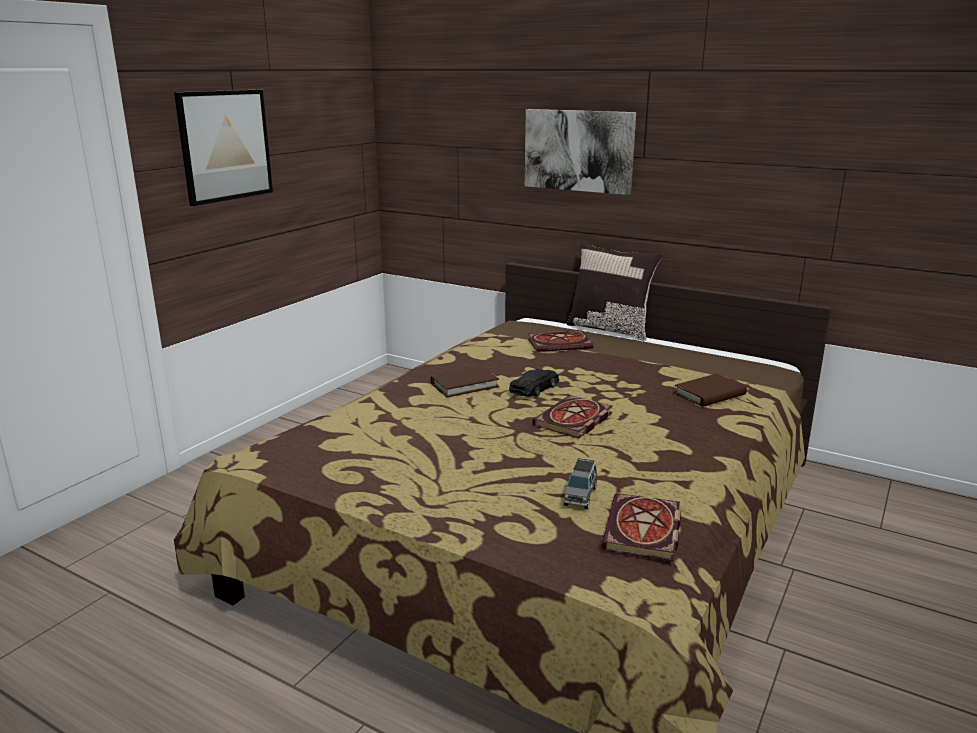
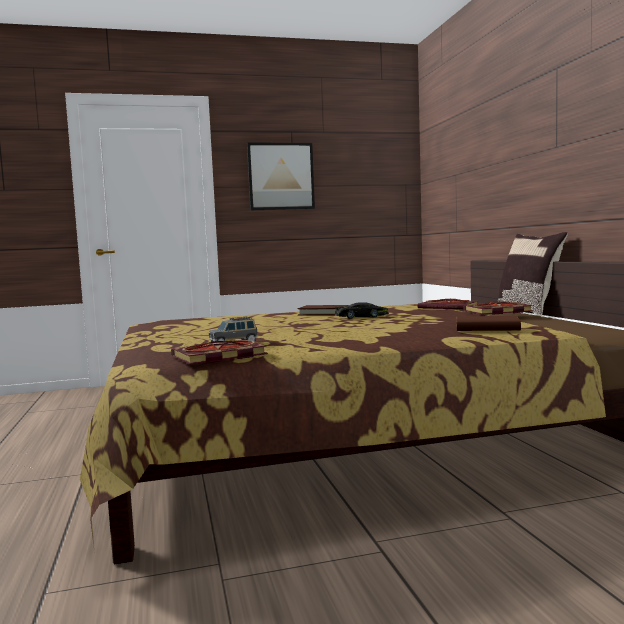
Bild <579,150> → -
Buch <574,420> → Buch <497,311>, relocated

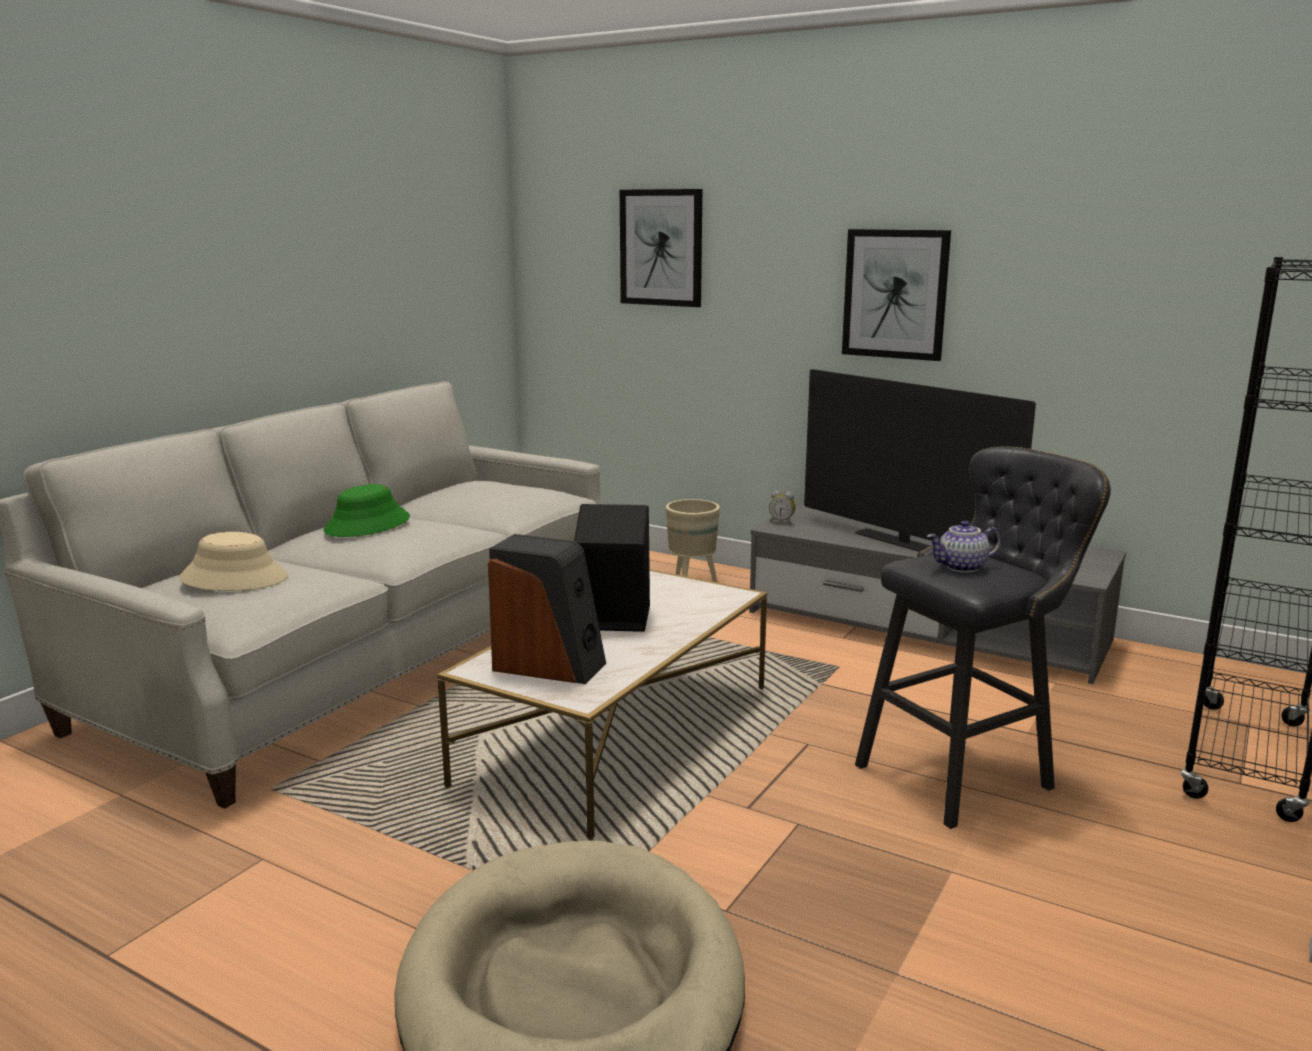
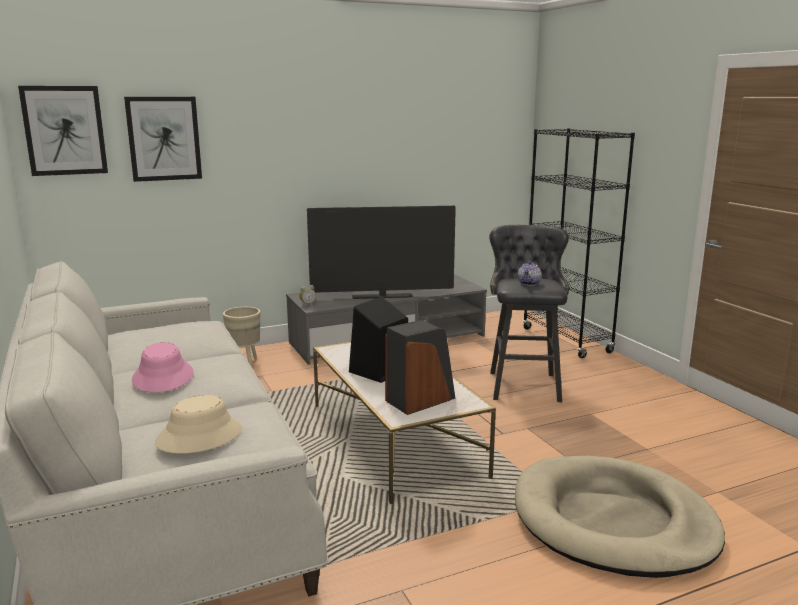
Bild <895,294> → Bild <64,130>, relocated
Hut (grün) <367,525> → Hut (rosa) <163,377>

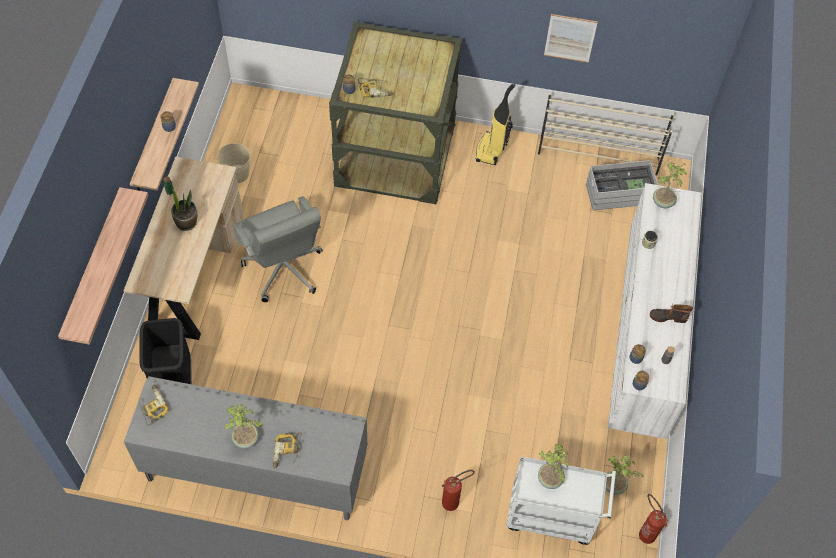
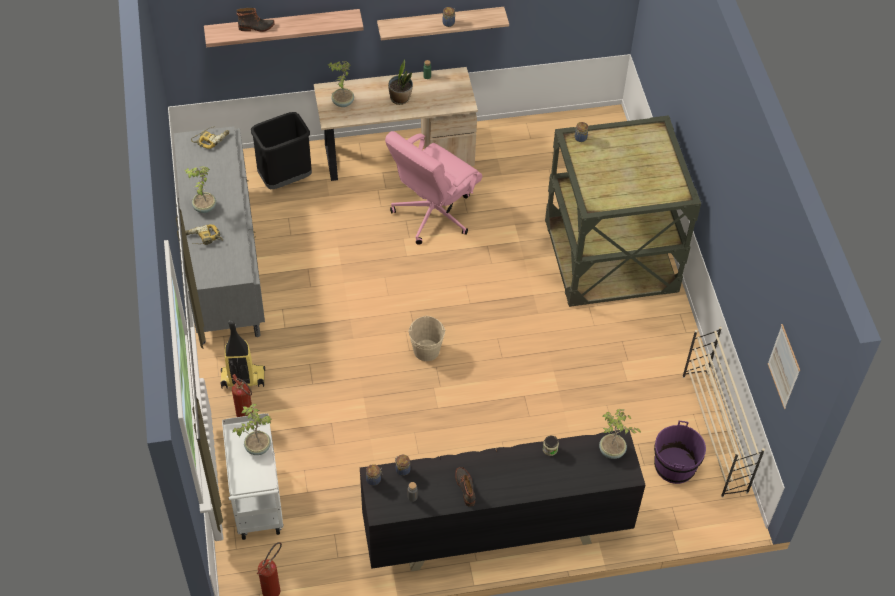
Bohrmaschine <375,90> → -
- → Stiefel <256,27>
Eimer (beige) <237,173> → Eimer (beige) <426,350>, relocated
Staubsauger <491,150> → Staubsauger <242,379>, relocated
Bild <570,38> → Bild <784,366>, relocated
Topfpflanze <614,486> → Topfpflanze <342,102>, relocated
Aufbewahrungsbox (grau) <619,194> → Eimer (lila) <674,466>
Bürostuhl (grau) <283,268> → Bürostuhl (rosa) <433,213>
Schrank (weiß) <643,340> → Schrank (schwarz) <495,534>

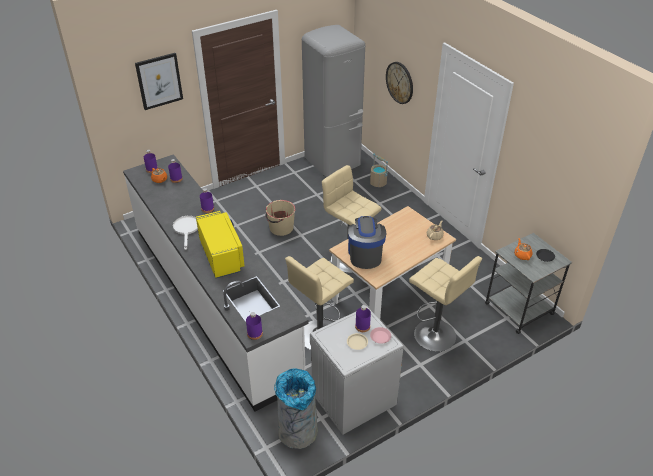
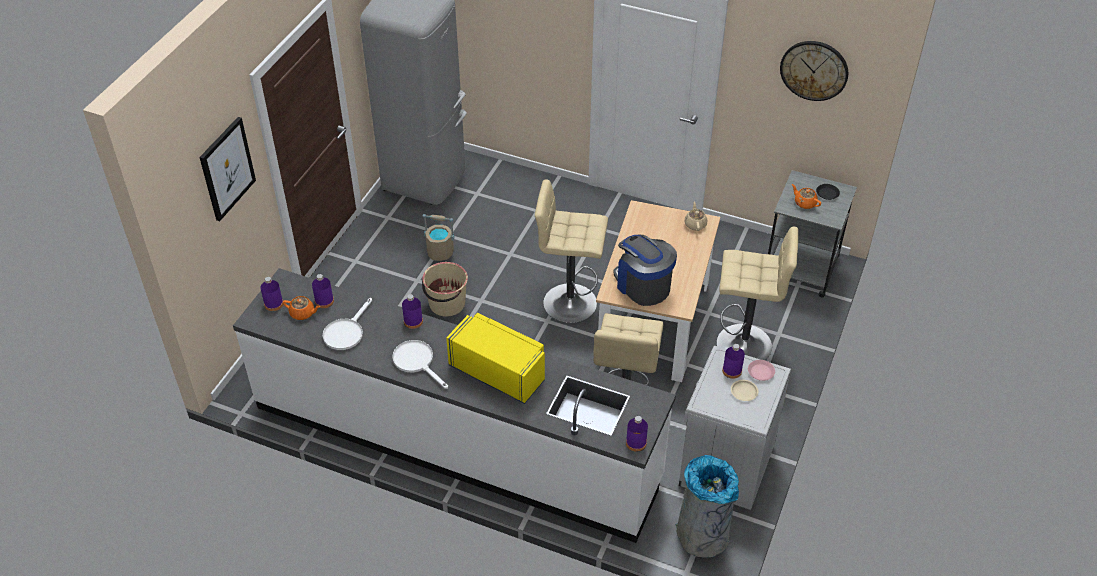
- → Pfanne (weiß) <346,332>
Eimer (beige) <378,182> → Eimer (beige) <440,252>, relocated
Wanduhr <400,82> → Wanduhr <814,70>, relocated

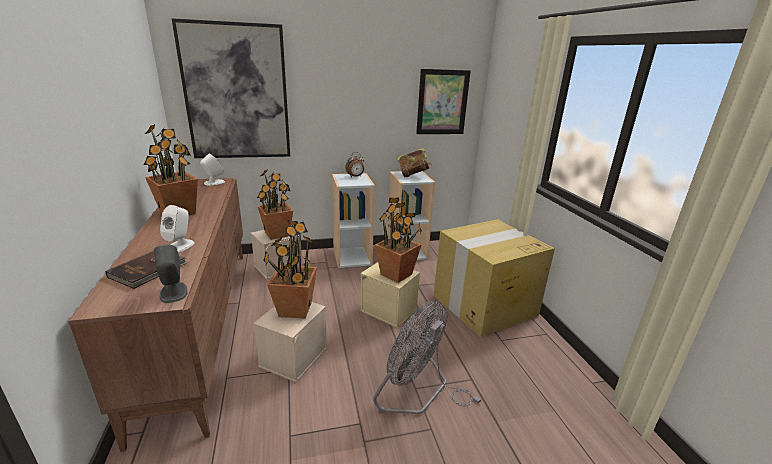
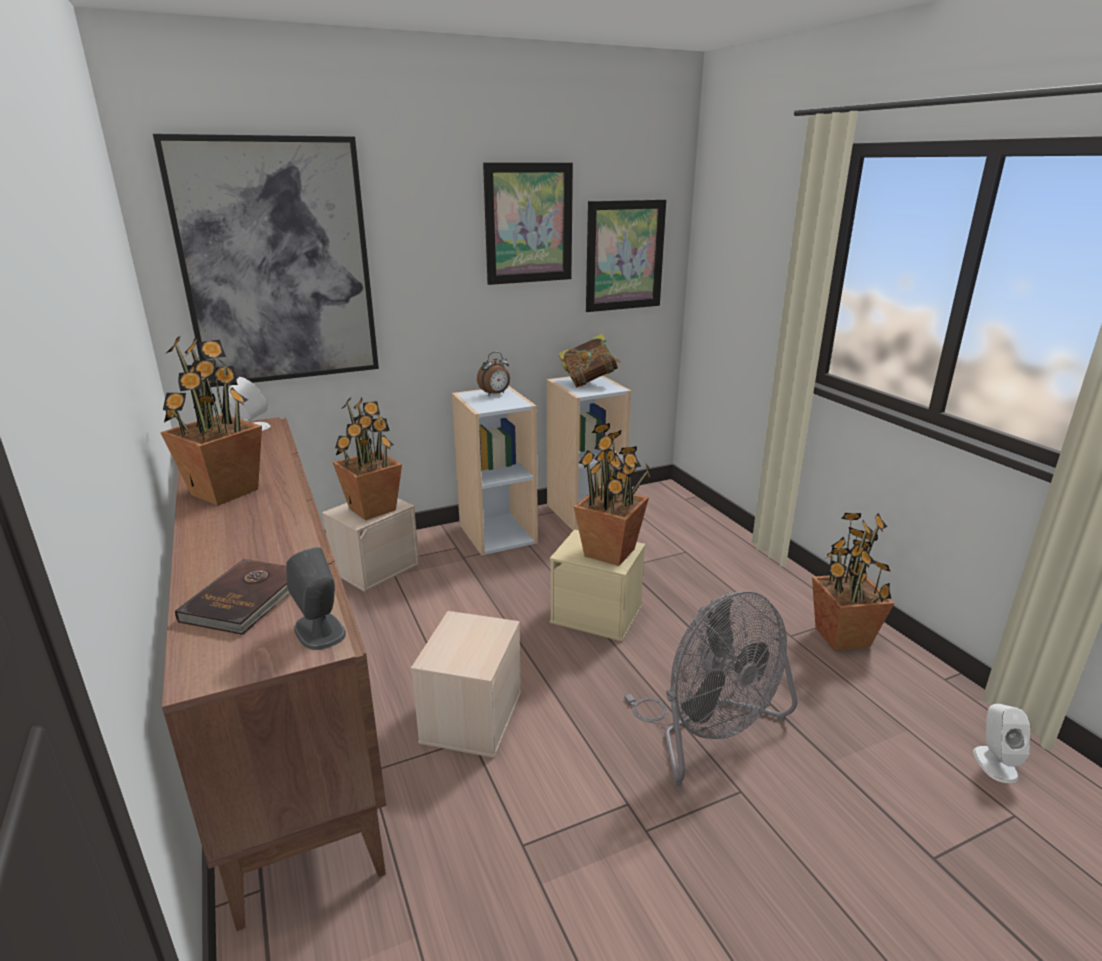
Karton <483,305> → -
- → Bild <529,223>
Lautsprecher (weiß) <180,246> → Lautsprecher (weiß) <994,763>, relocated
Topfpflanze <294,309> → Topfpflanze <841,637>, relocated
Ventilator (grau) <424,389> → Ventilator (grau) <705,733>, 150 degrees counterclockwise

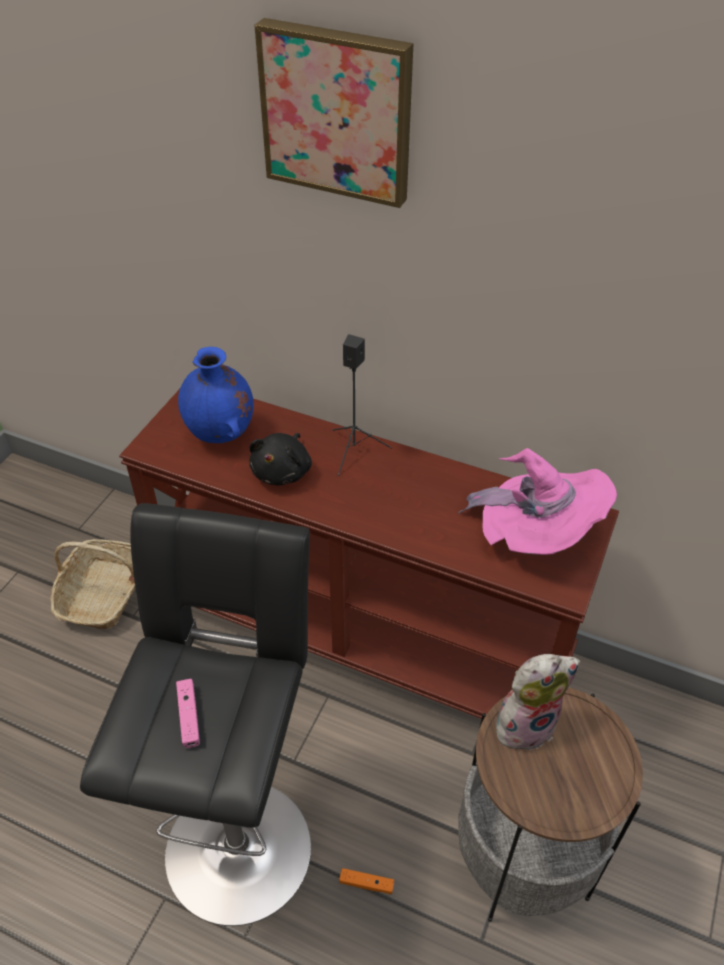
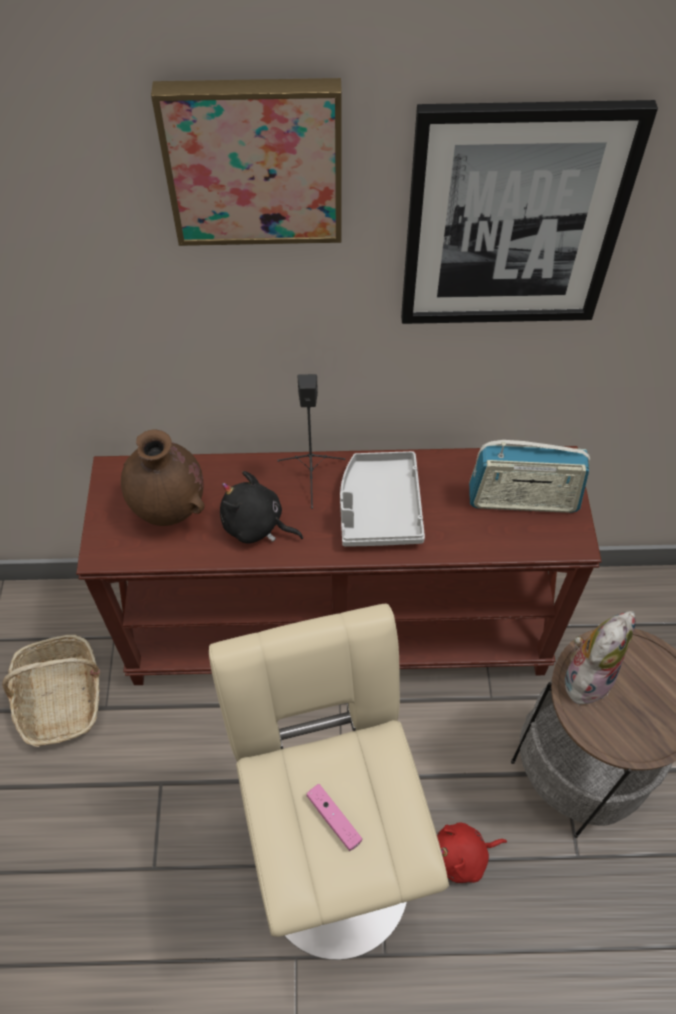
- → Tablett (grau) <379,508>
- → Bild <513,220>
Gamepad (orange) <366,883> → Plüschtier (rot) <462,856>
Hut (rosa) <536,536> → Radio <522,500>
Hocker (schwarz) <241,838> → Hocker (beige) <334,871>
Vase (blau) <221,435> → Vase (braun) <170,509>
Plüschtier (schwarz) <283,471> → Plüschtier (schwarz) <256,525>, 120 degrees clockwise

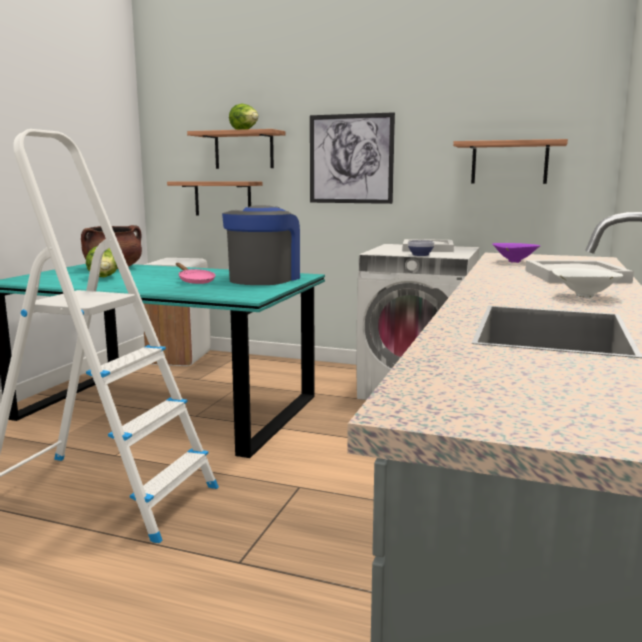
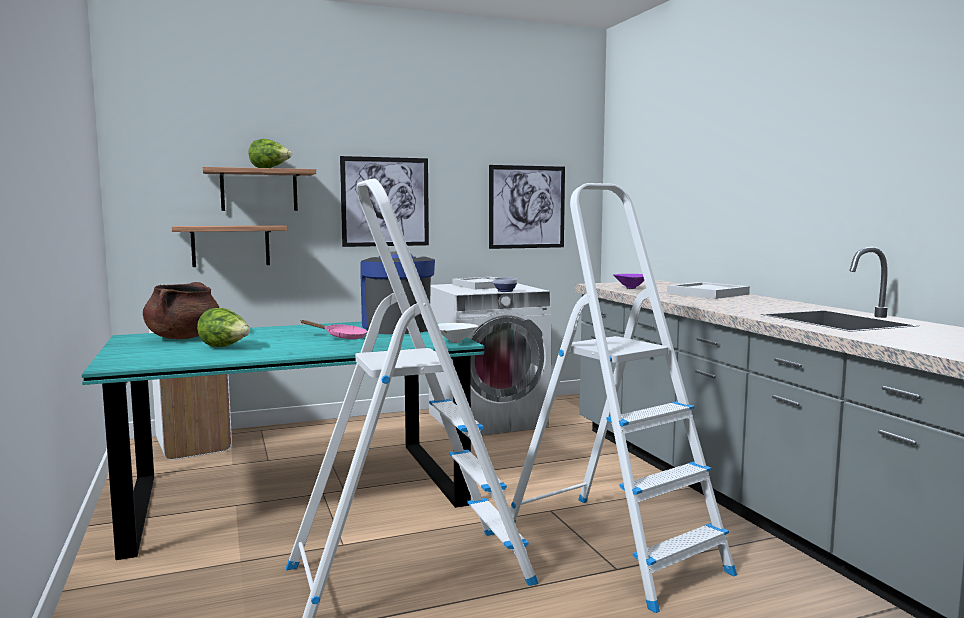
- → Trittleiter (weiß) <613,547>
Schüssel (weiß) <583,296> → Schüssel (weiß) <454,342>, relocated
Wandregal <509,162> → Bild <527,207>

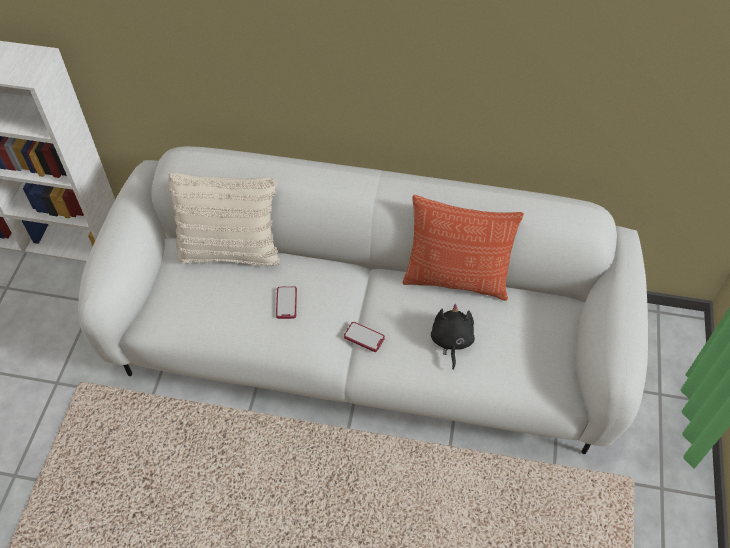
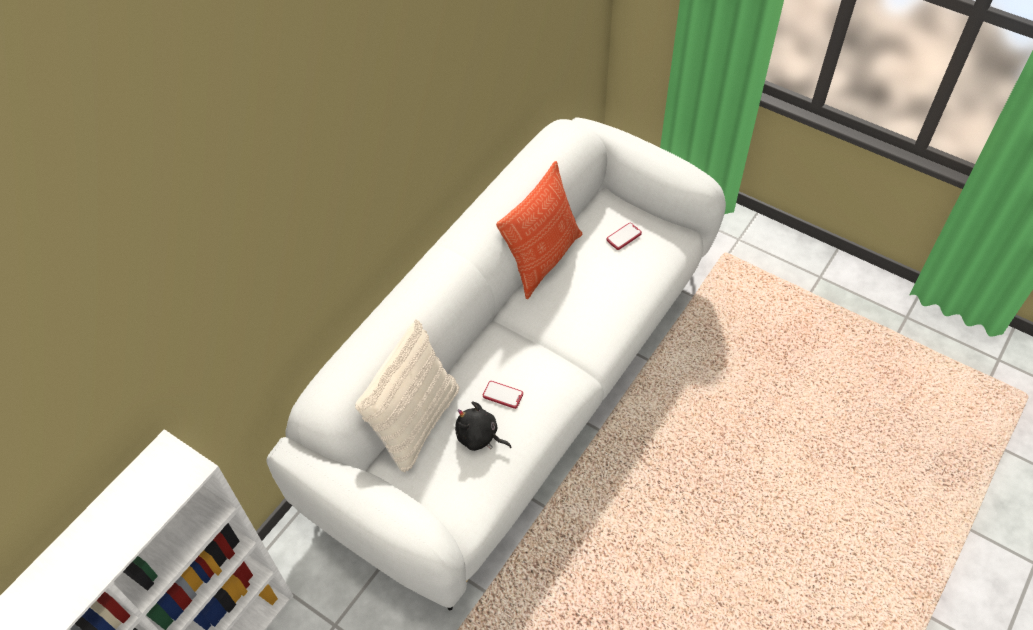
Handy <364,337> → Handy <624,237>, relocated
Plüschtier (schwarz) <451,341> → Plüschtier (schwarz) <479,437>, relocated

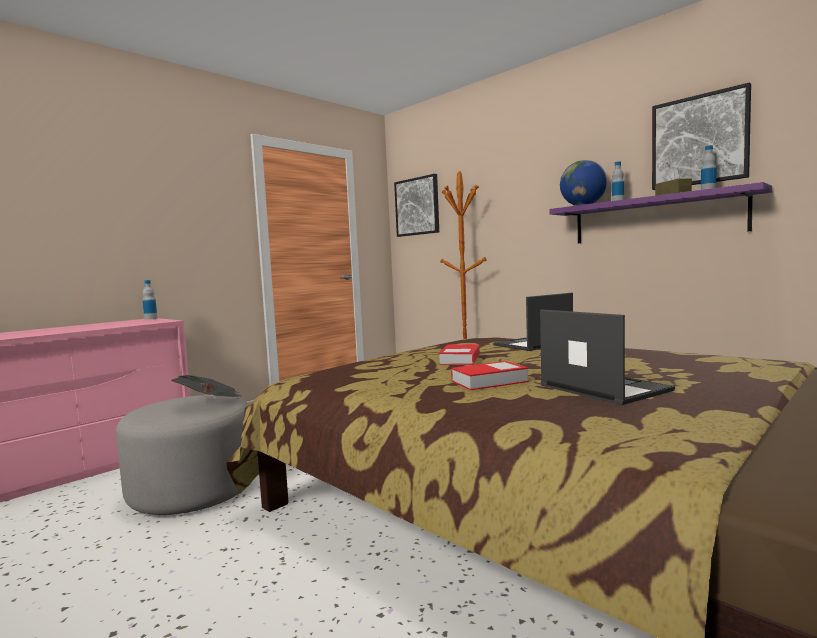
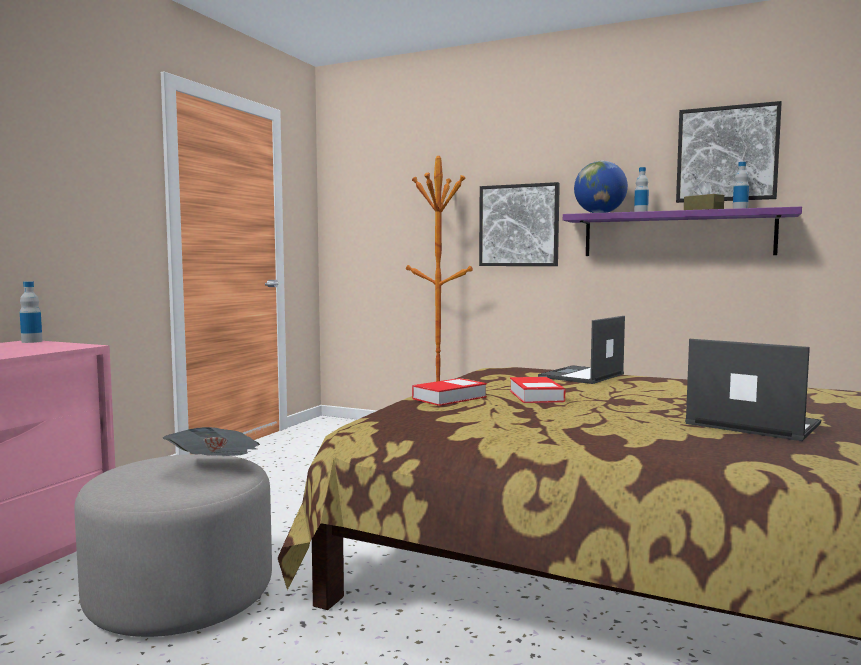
Bild <417,206> → Bild <519,225>, relocated
Buch <489,381> → Buch <449,398>, relocated

